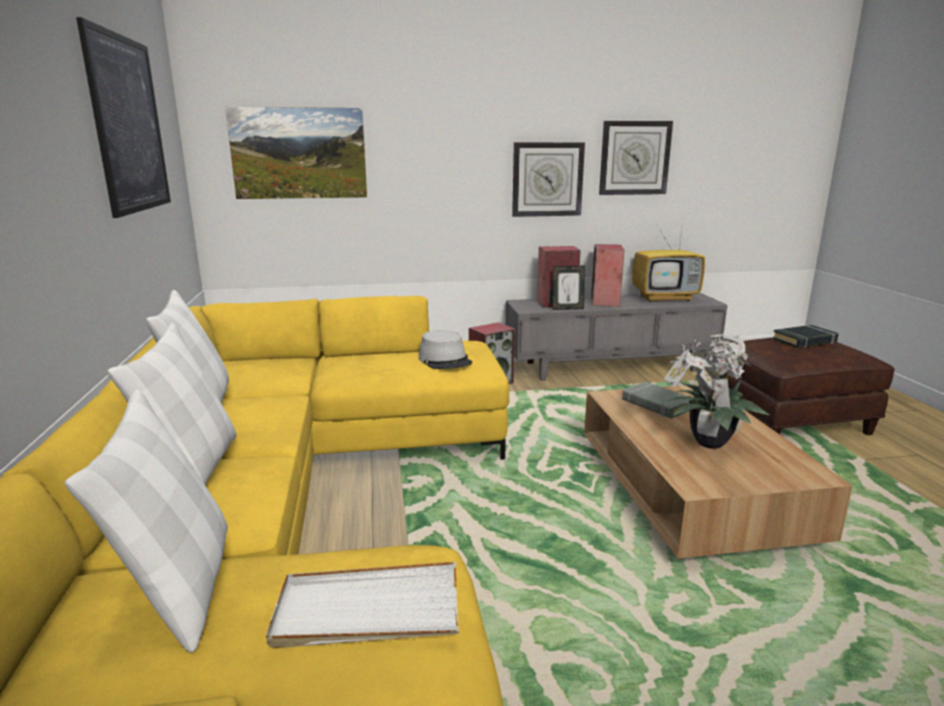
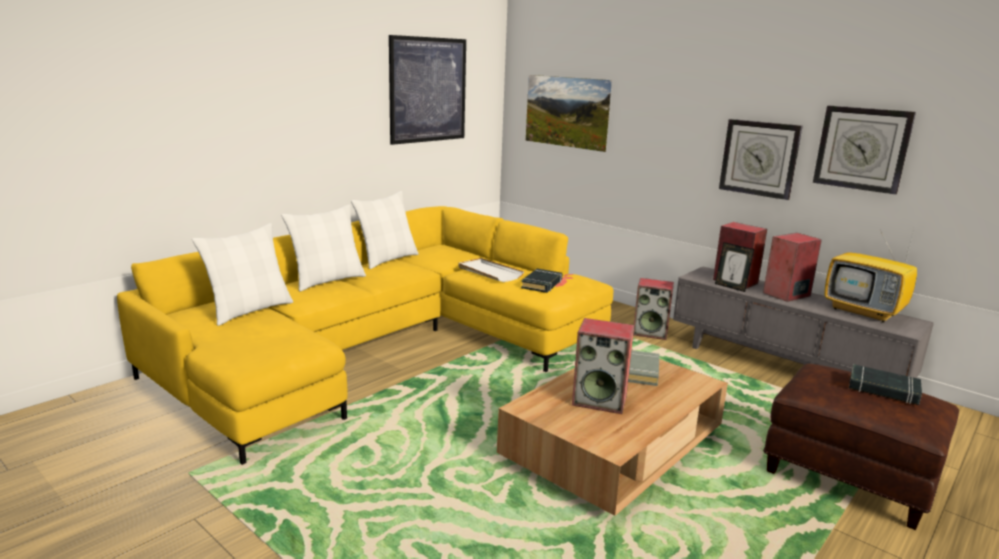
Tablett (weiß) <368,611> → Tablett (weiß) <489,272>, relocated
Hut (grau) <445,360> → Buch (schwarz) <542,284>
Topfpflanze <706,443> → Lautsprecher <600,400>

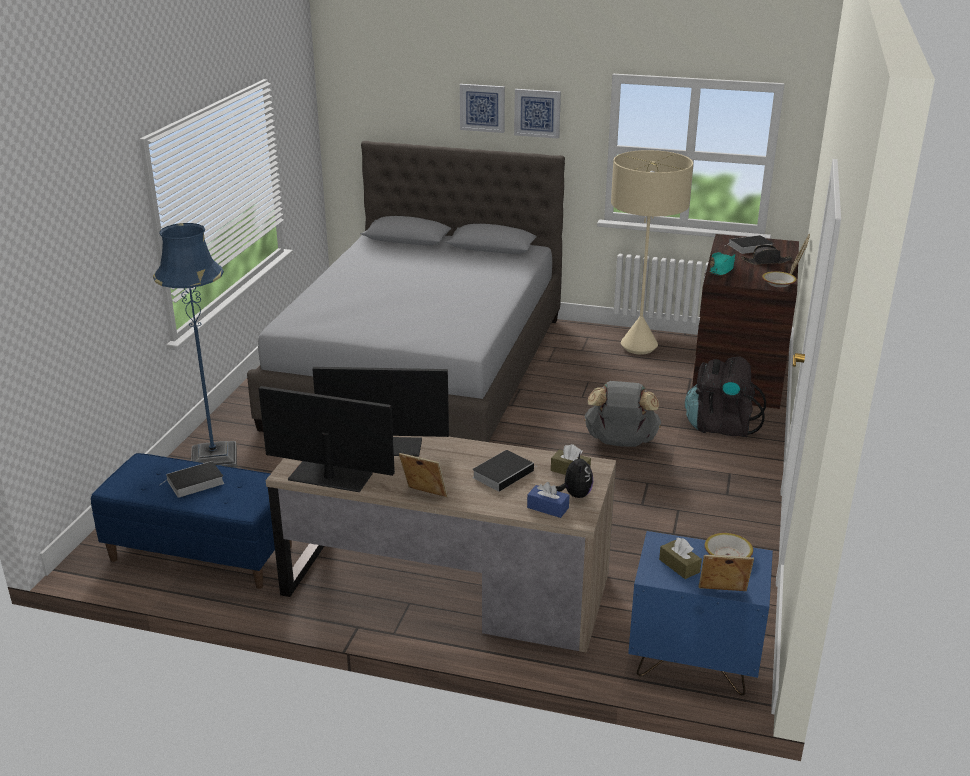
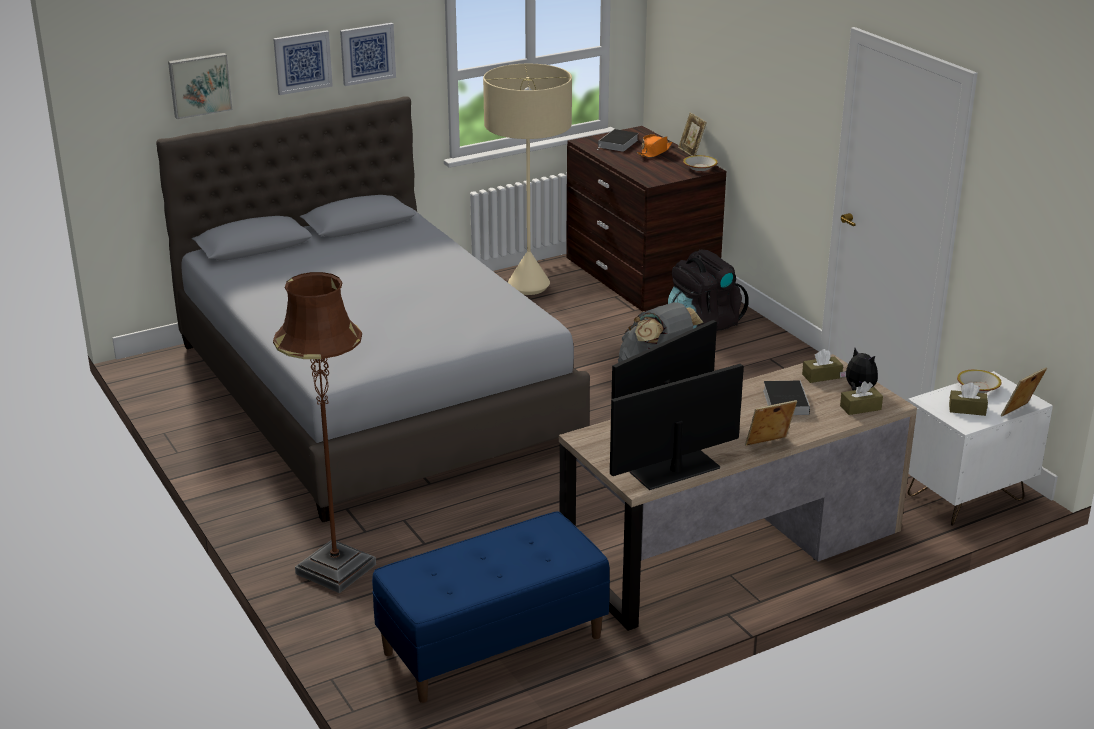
Buch <194,483> → -
Hut (türkis) <721,269> → -
- → Bild <199,85>
Stehlampe (blau) <214,460> → Stehlampe (braun) <335,569>
Taschentuchbox (blau) <548,508> → Taschentuchbox (braun) <860,408>
Nachttisch (blau) <692,663> → Nachttisch (weiß) <965,498>
Hut (schwarz) <766,261> → Hut (orange) <654,152>

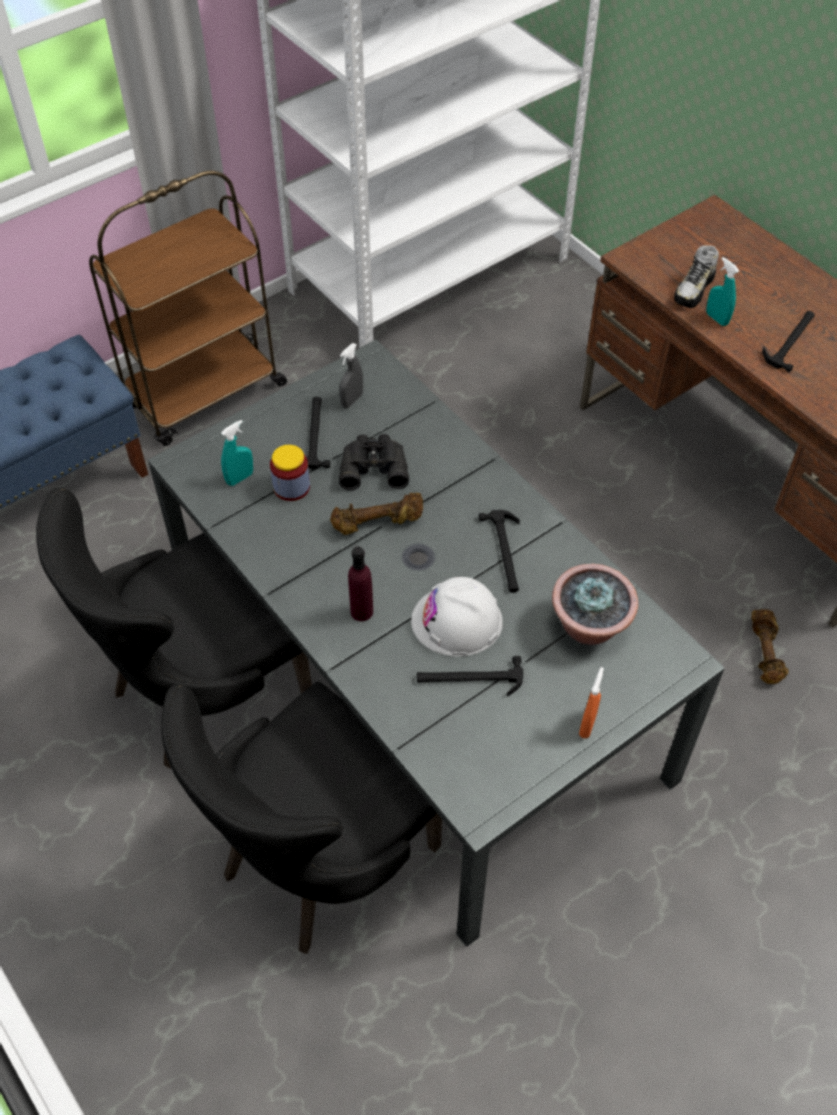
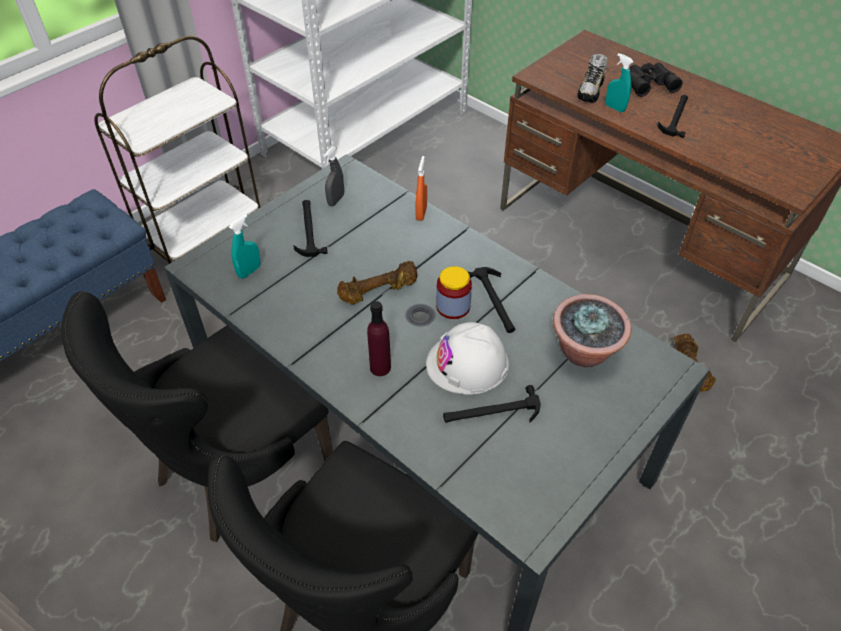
Vorratsglas <291,487> → Vorratsglas <453,306>, relocated
Fernglas (schwarz) <373,465> → Fernglas (schwarz) <648,83>, relocated
Sprühflasche (orange) <587,725> → Sprühflasche (orange) <421,213>, relocated
Rollwagen (braun) <204,396> → Rollwagen (weiß) <205,235>

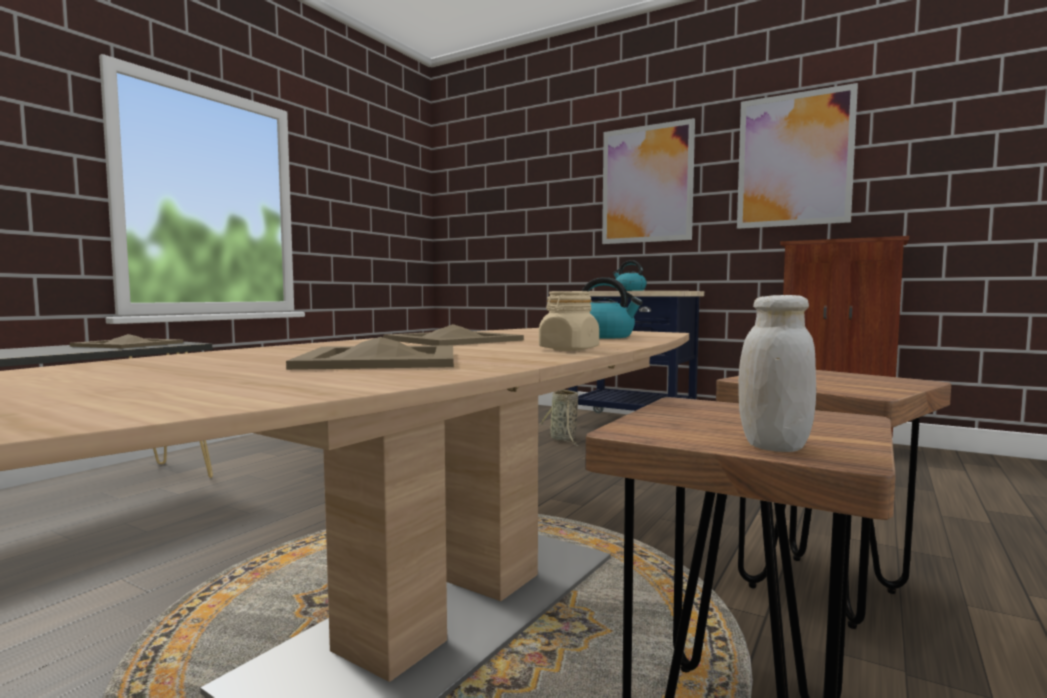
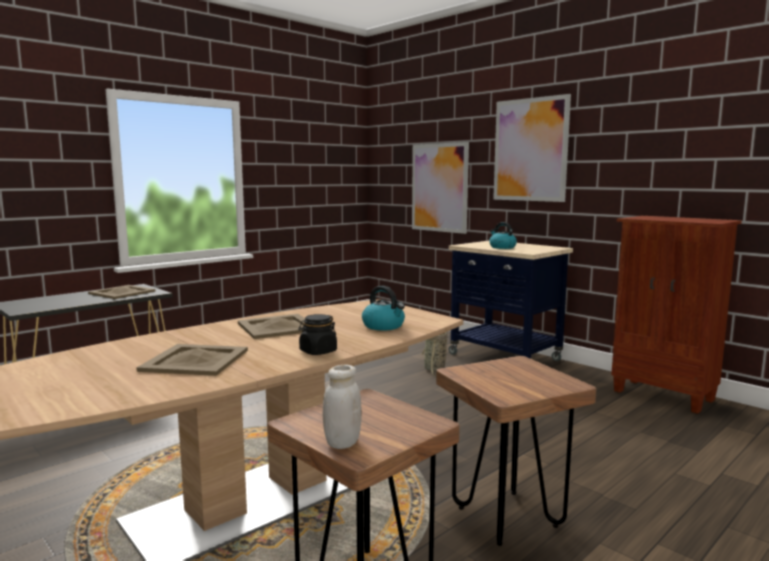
Bild <794,160> → Bild <439,187>, relocated
Vorratsglas (beige) <568,349> → Vorratsglas (schwarz) <318,351>

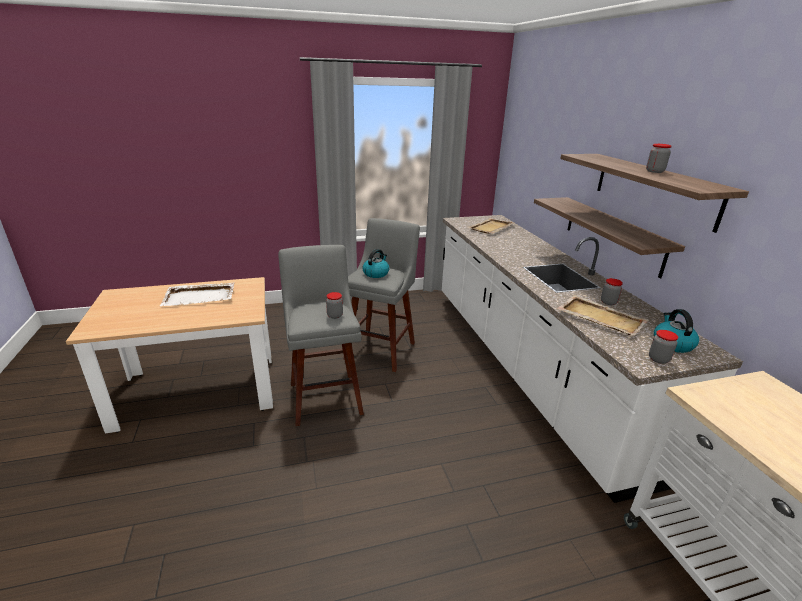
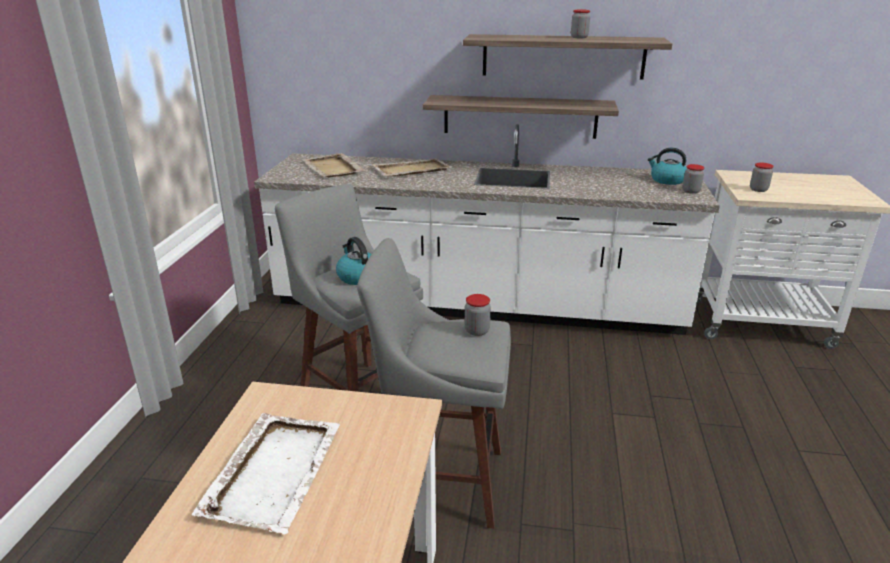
Tablett (beige) <600,317> → Tablett (beige) <411,170>, relocated
Vorratsglas <608,302> → Vorratsglas <758,189>, relocated

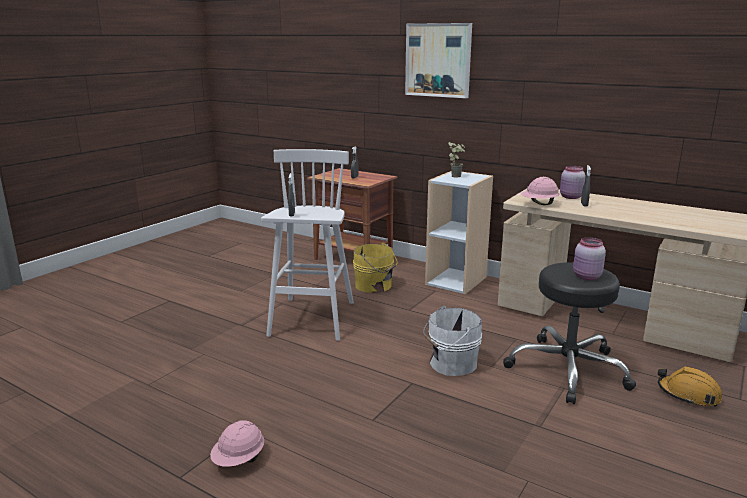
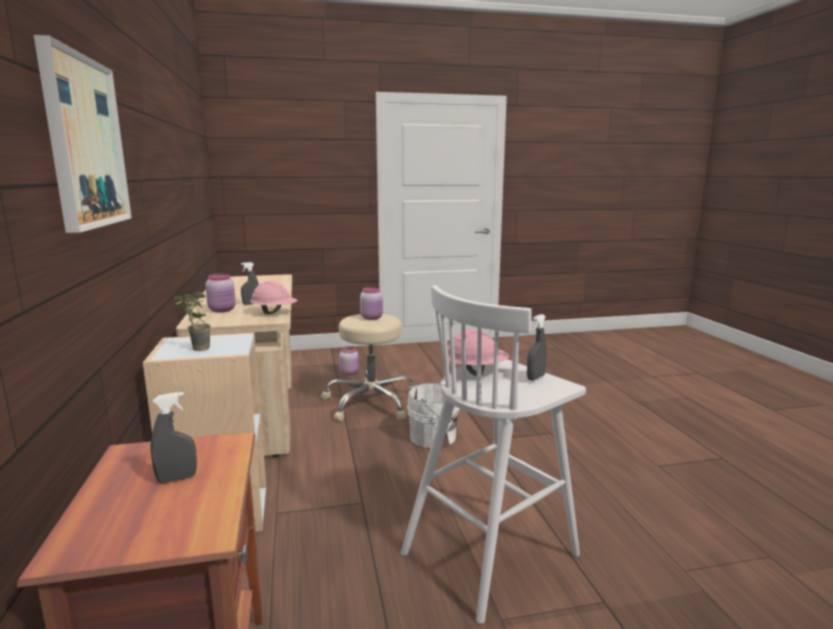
Eimer (gelb) <374,286> → -
Schutzhelm (rosa) <239,460> → Schutzhelm (rosa) <475,372>, relocated
Schutzhelm (orange) <688,394> → Vorratsglas (rosa) <349,372>
Hocker (schwarz) <568,369> → Hocker (beige) <371,402>

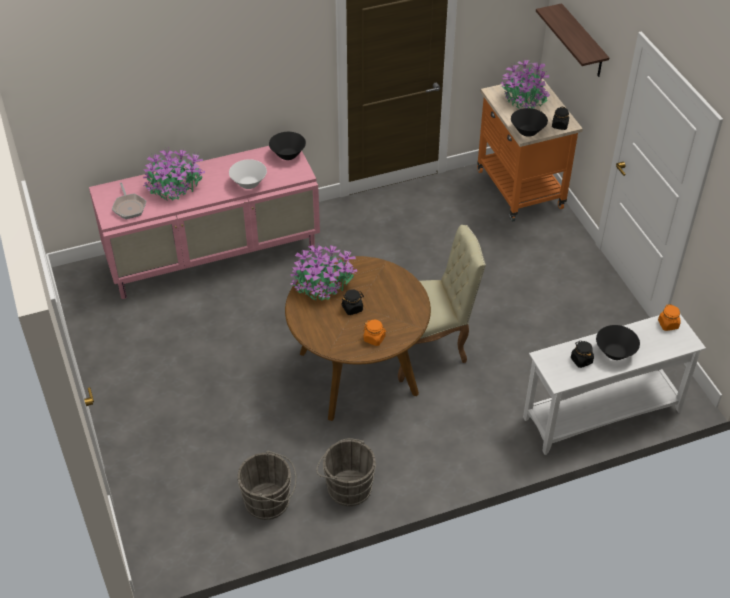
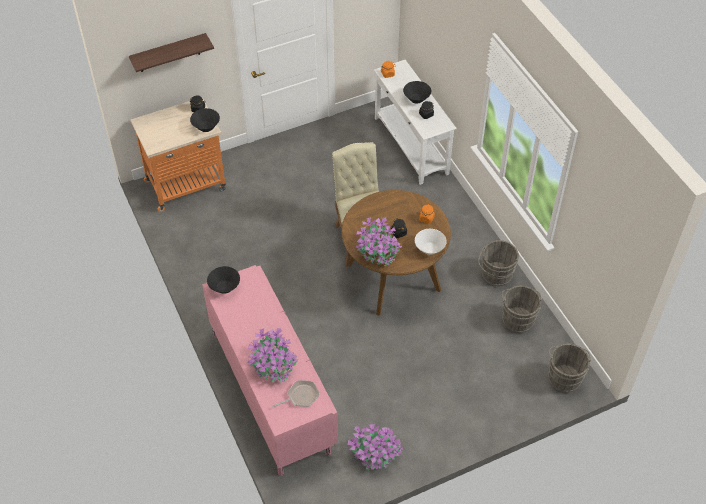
- → Eimer (grau) <564,376>
Schüssel (weiß) <248,183> → Schüssel (weiß) <429,249>, relocated
Topfpflanze <524,99> → Topfpflanze <375,454>, relocated

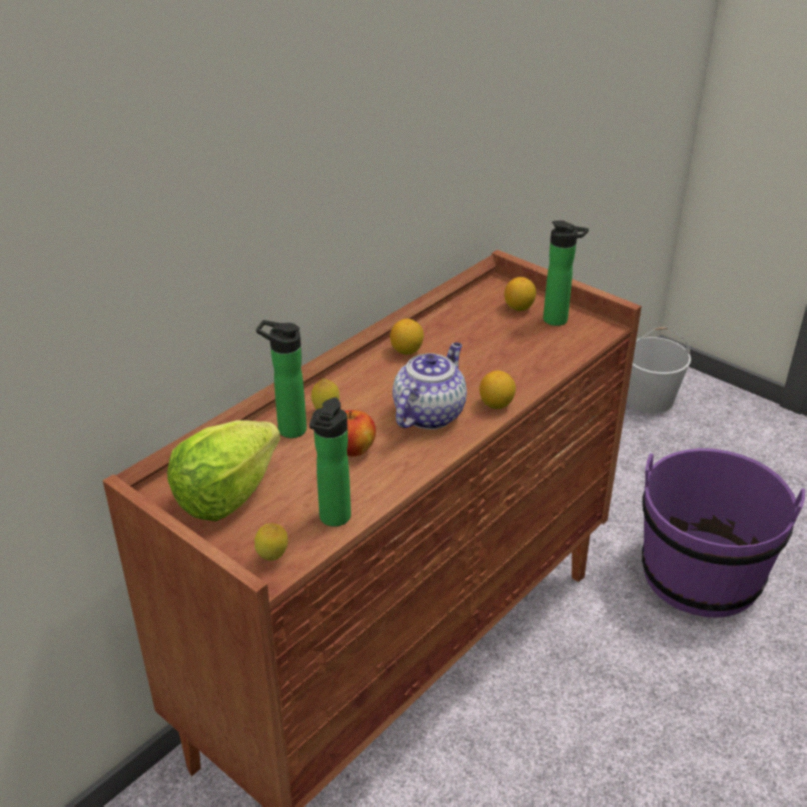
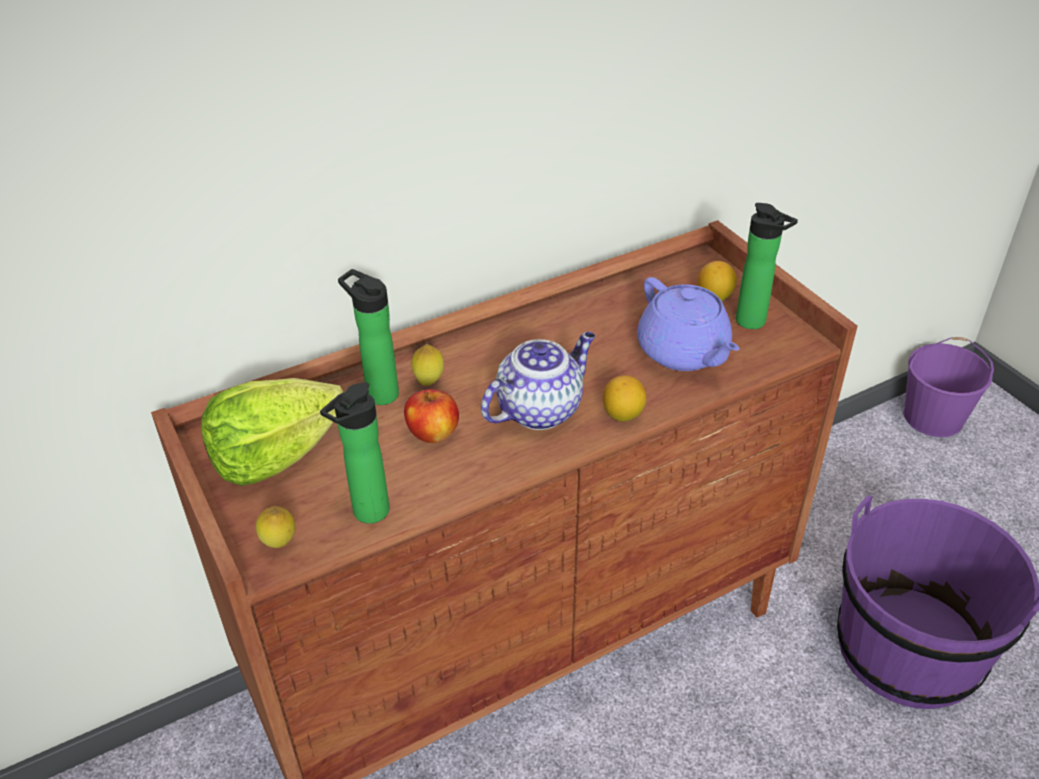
Zitrone <407,351> → -
- → Teekanne (lila) <684,352>
Eimer (weiß) <648,399> → Eimer (lila) <932,417>

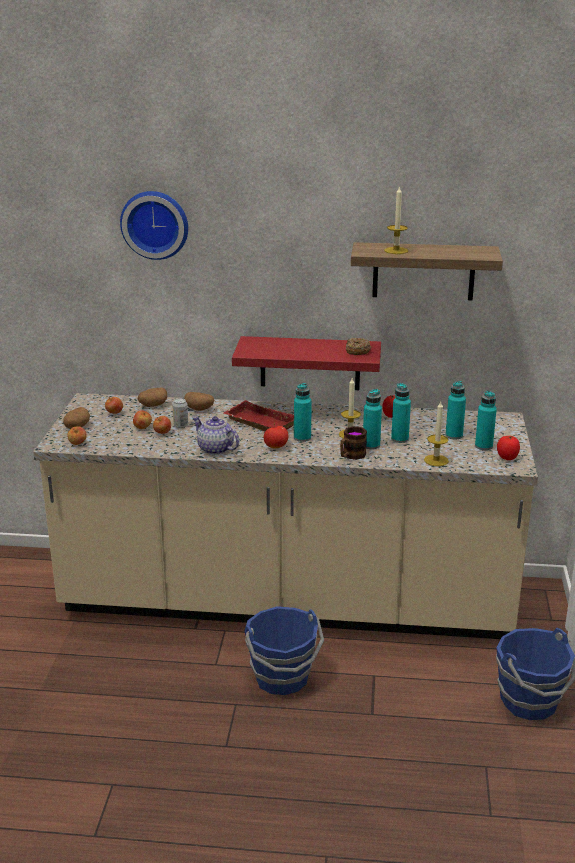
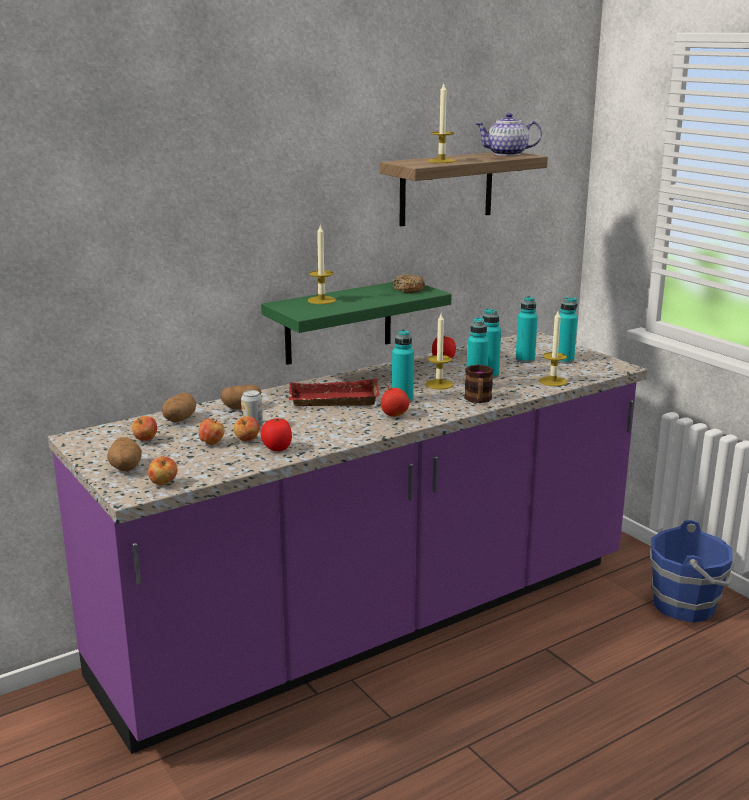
Wanduhr <155,224> → -
Eimer (blau) <282,678> → -
- → Kerze <321,300>
Teekanne <215,449> → Teekanne <507,154>, relocated
Tomate <507,458> → Tomate <277,449>, relocated
Küchenzeile (beige) <287,602> → Küchenzeile (lila) <374,622>
Wandregal (rot) <310,363> → Wandregal (grün) <338,322>

